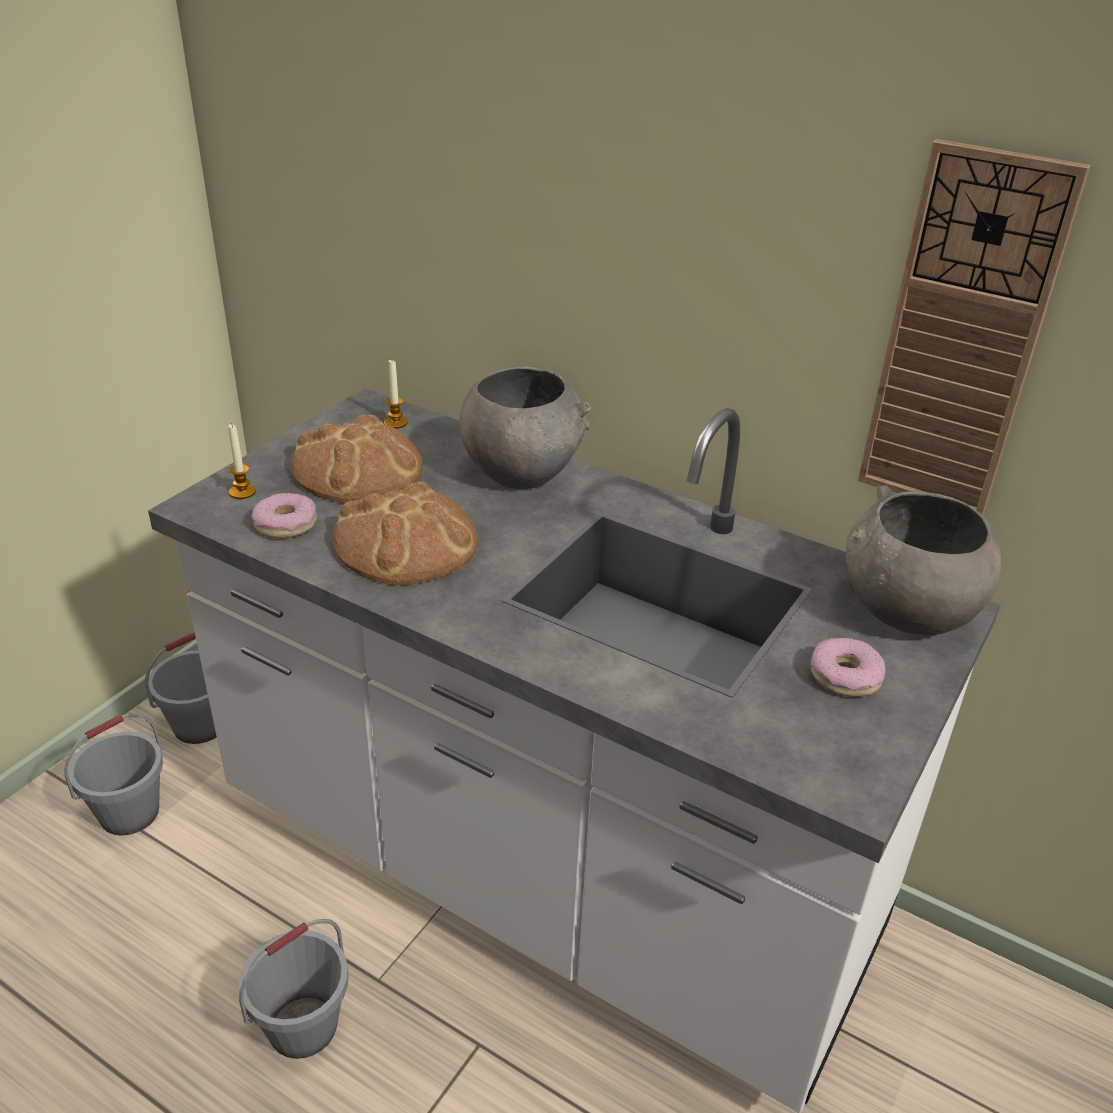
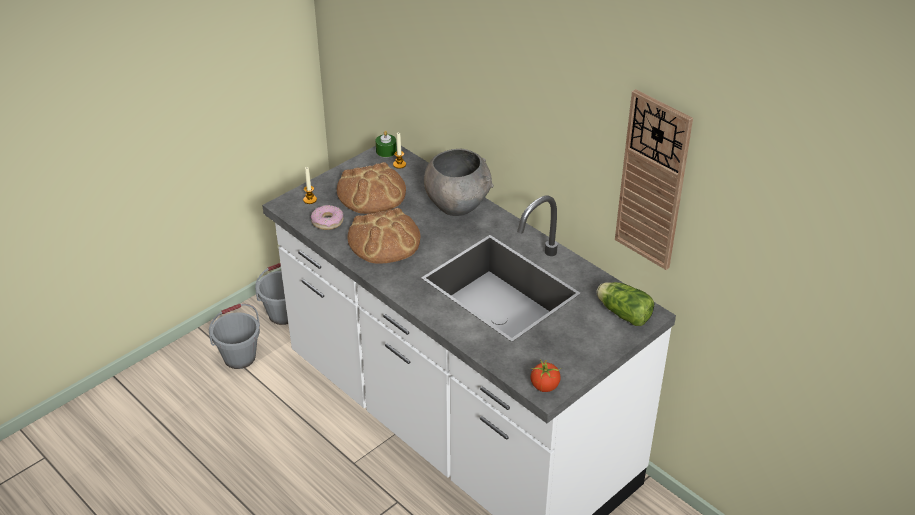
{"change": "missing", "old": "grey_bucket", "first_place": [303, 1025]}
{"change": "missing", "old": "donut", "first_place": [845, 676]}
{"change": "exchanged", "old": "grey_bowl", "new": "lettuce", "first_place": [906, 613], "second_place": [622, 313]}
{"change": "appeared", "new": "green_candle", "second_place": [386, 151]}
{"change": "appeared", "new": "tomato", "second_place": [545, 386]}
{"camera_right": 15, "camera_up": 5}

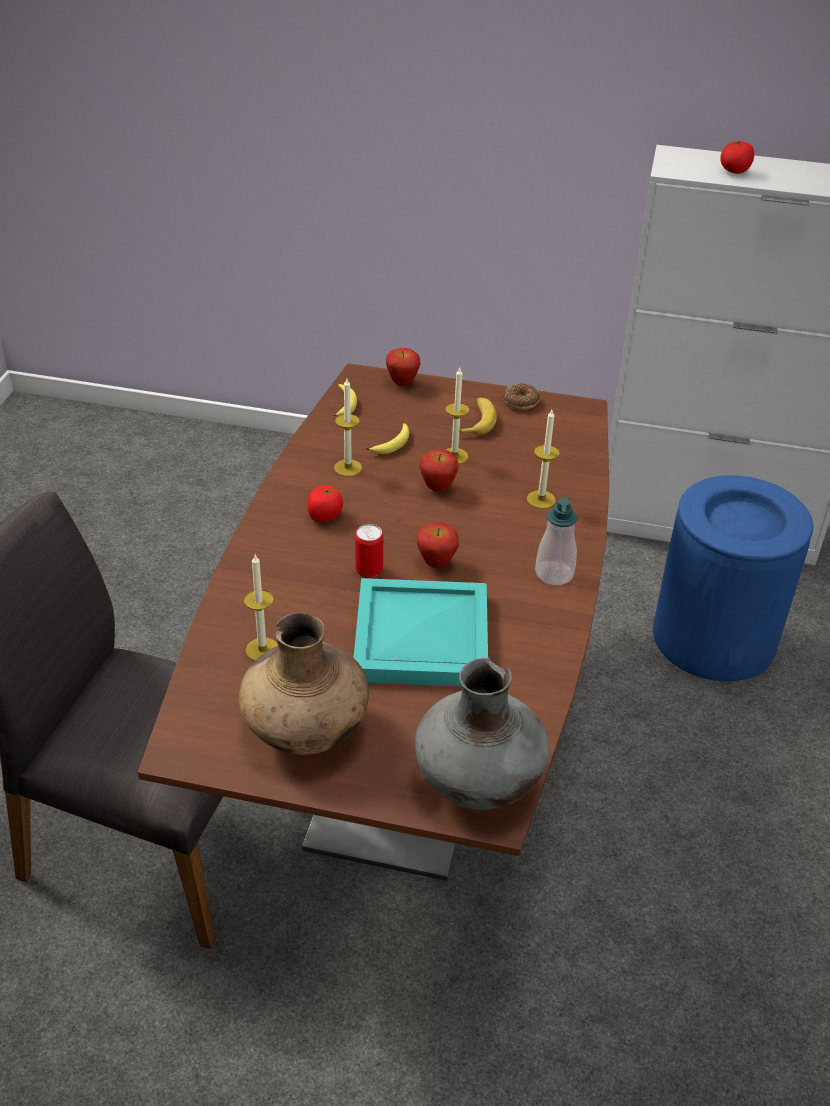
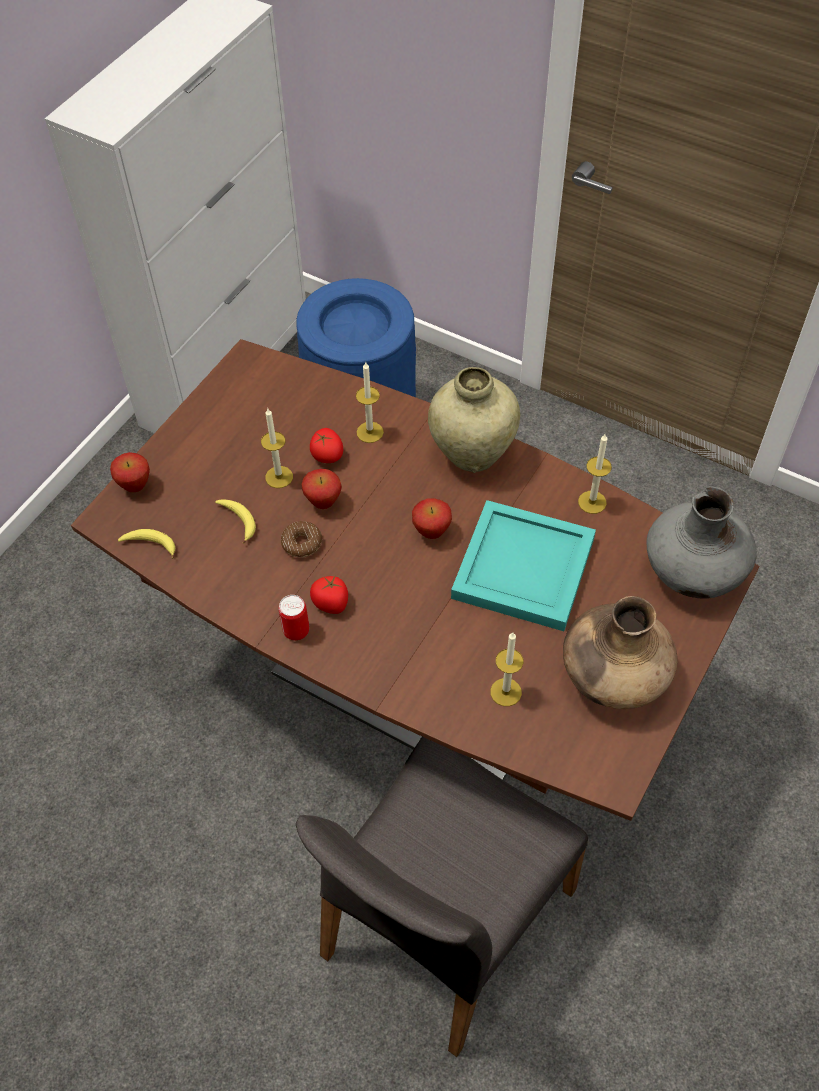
{"change": "relocated", "old": "candle", "first_place": [348, 468], "second_place": [592, 502]}
{"change": "relocated", "old": "can", "first_place": [369, 571], "second_place": [296, 631]}
{"change": "missing", "old": "banana", "first_place": [477, 421]}
{"change": "relocated", "old": "donut", "first_place": [521, 402], "second_place": [302, 543]}
{"change": "exchanged", "old": "soap_dispenser", "new": "beige_vase", "first_place": [554, 574], "second_place": [472, 454]}
{"change": "relocated", "old": "tomato", "first_place": [734, 171], "second_place": [327, 455]}
{"camera_right": -70, "camera_up": 15}

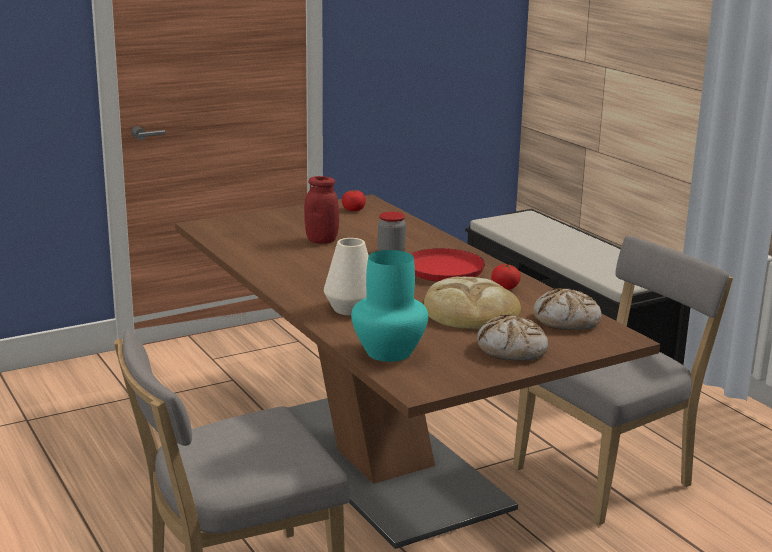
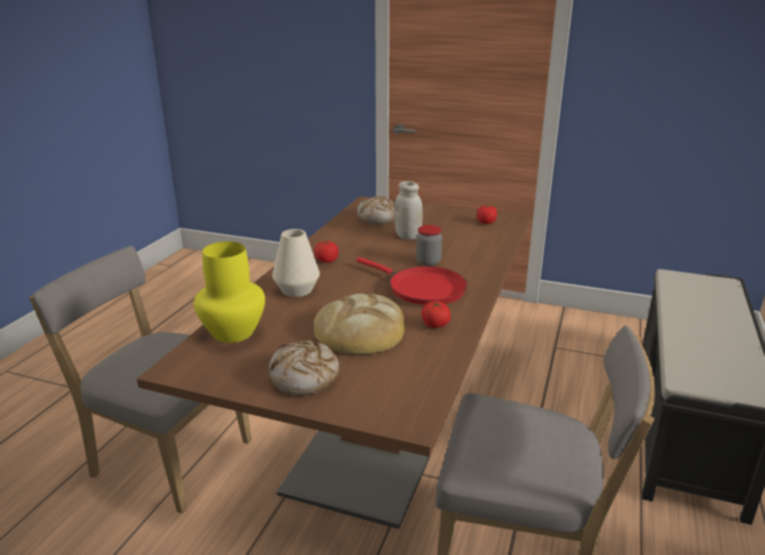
{"change": "colour", "old": "red_jar", "new": "white_jar", "first_place": [321, 240], "second_place": [408, 236]}
{"change": "colour", "old": "turquoise_vase", "new": "yellow_vase", "first_place": [388, 352], "second_place": [234, 332]}
{"change": "relocated", "old": "bread", "first_place": [566, 321], "second_place": [378, 218]}
{"change": "appeared", "new": "tomato", "second_place": [326, 260]}
{"camera_right": 50, "camera_up": 5}

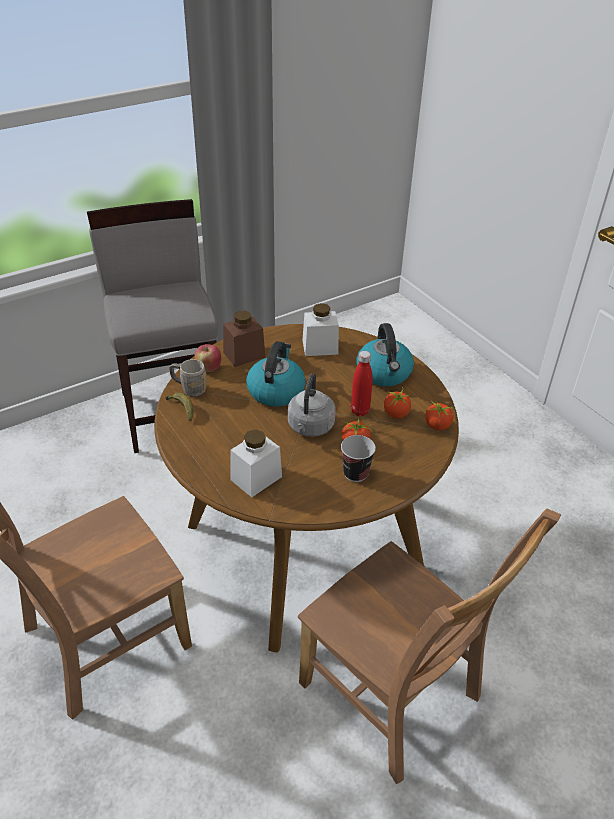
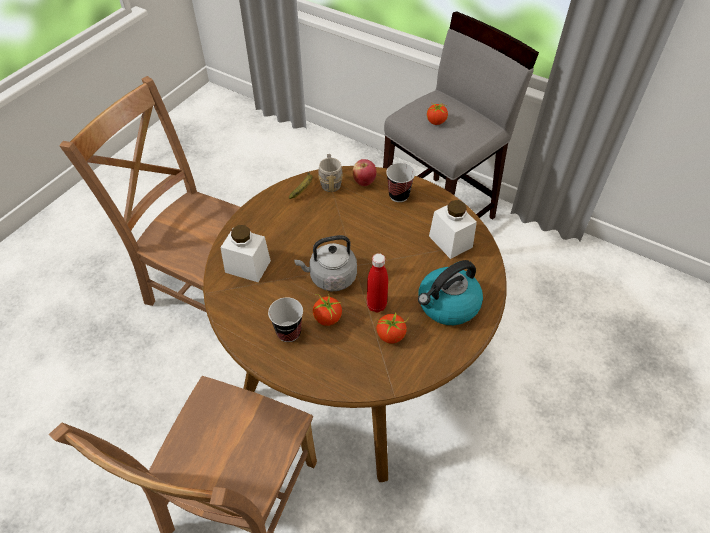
{"change": "exchanged", "old": "brown_jar", "new": "cup", "first_place": [244, 354], "second_place": [399, 195]}
{"change": "missing", "old": "kettle", "first_place": [276, 390]}
{"change": "relocated", "old": "tomato", "first_place": [437, 426], "second_place": [436, 122]}
{"camera_right": 65, "camera_up": 10}

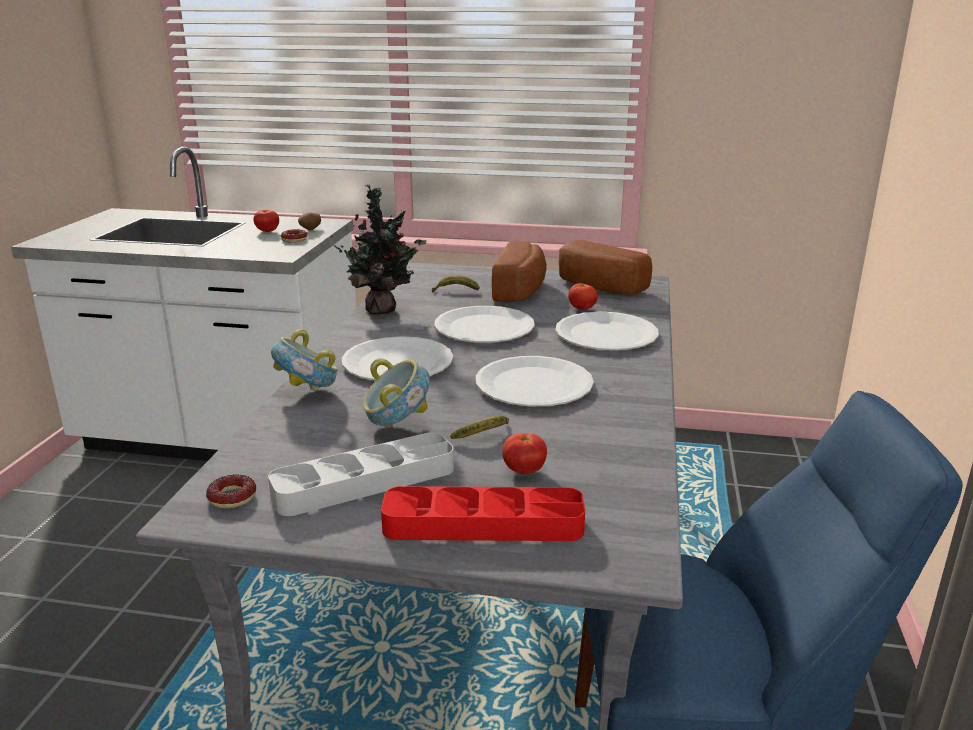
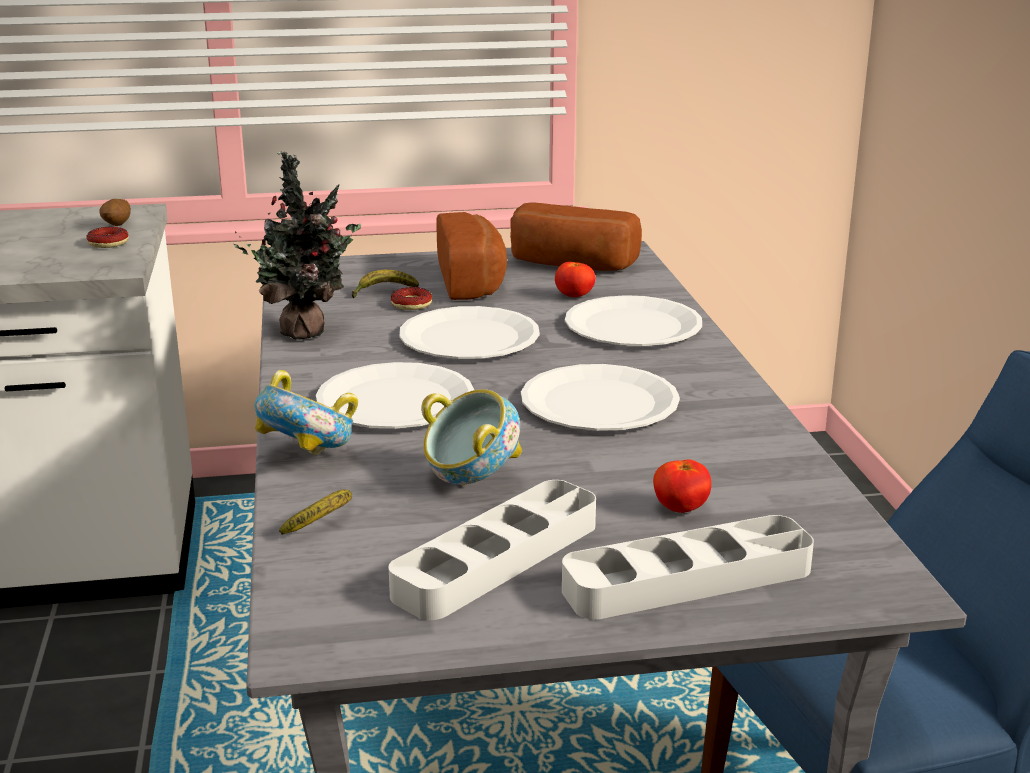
{"change": "relocated", "old": "donut", "first_place": [232, 497], "second_place": [411, 304]}
{"change": "missing", "old": "tomato", "first_place": [267, 231]}
{"change": "colour", "old": "red_tray", "new": "grey_tray", "first_place": [483, 524], "second_place": [687, 579]}
{"change": "relocated", "old": "banana", "first_place": [484, 435], "second_place": [324, 521]}
{"camera_right": -20, "camera_up": 0}

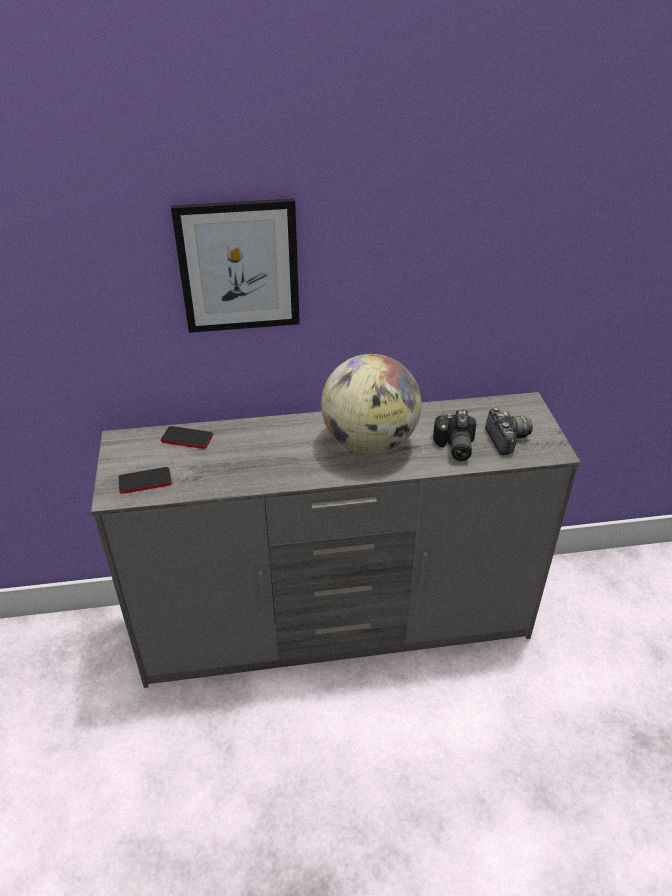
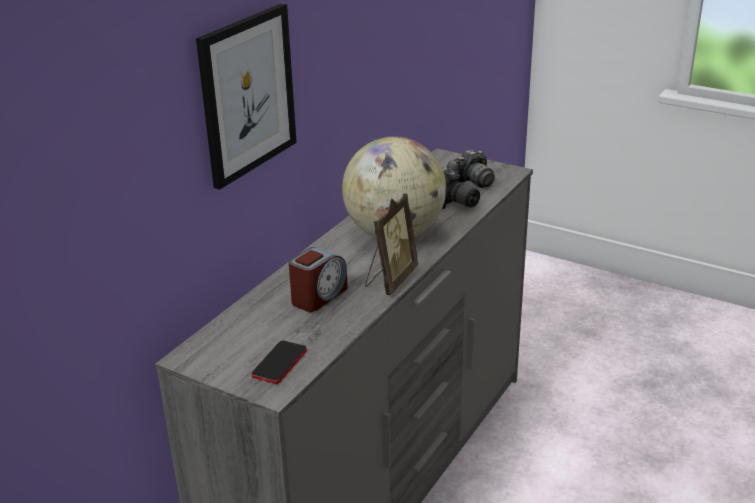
{"change": "missing", "old": "phone", "first_place": [187, 438]}
{"change": "spun", "old": "photo_camera", "first_place": [506, 439], "second_place": [471, 182], "degrees": 120}
{"change": "appeared", "new": "alarm_clock", "second_place": [318, 296]}
{"change": "appeared", "new": "picture_frame", "second_place": [390, 279]}
{"camera_right": -50, "camera_up": -10}

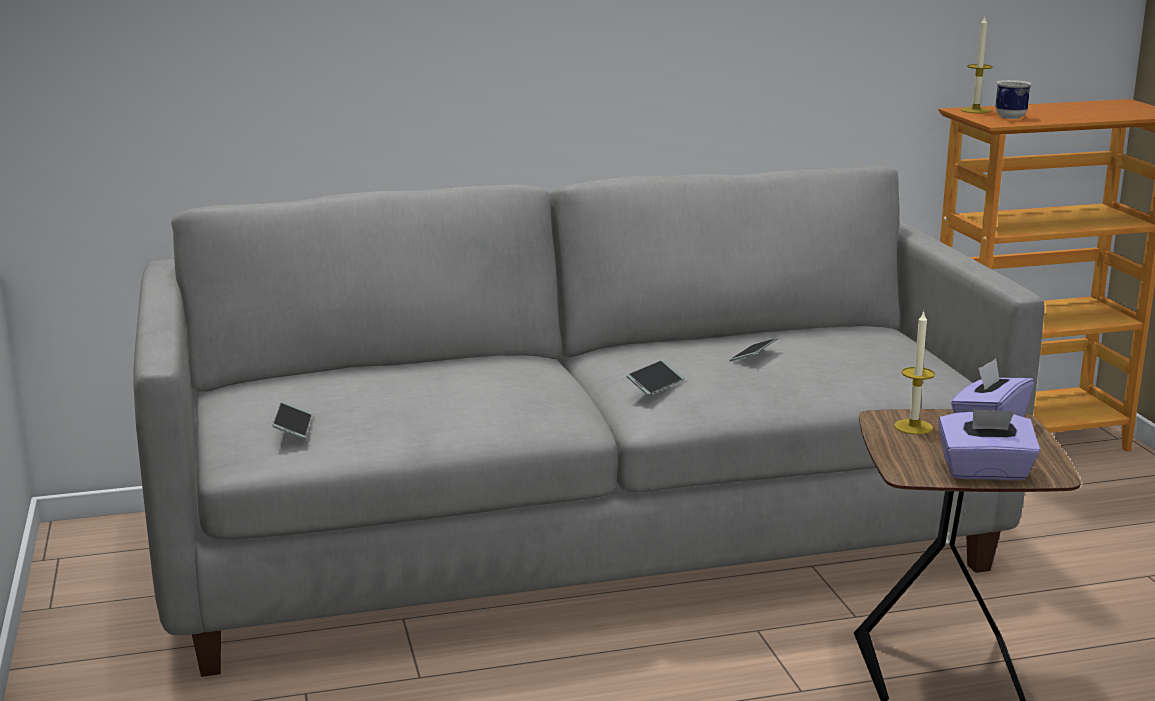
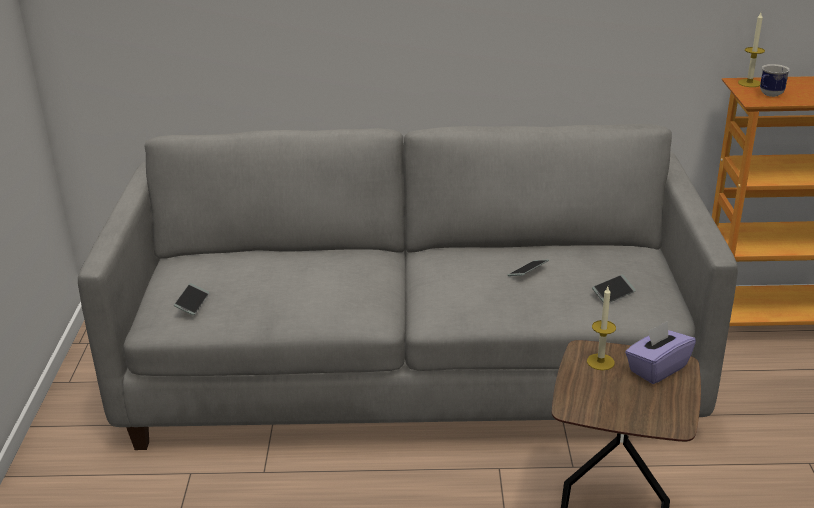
{"change": "relocated", "old": "phone", "first_place": [655, 384], "second_place": [613, 293]}
{"change": "missing", "old": "purple_tissue_box", "first_place": [985, 472]}
{"camera_right": 15, "camera_up": 10}

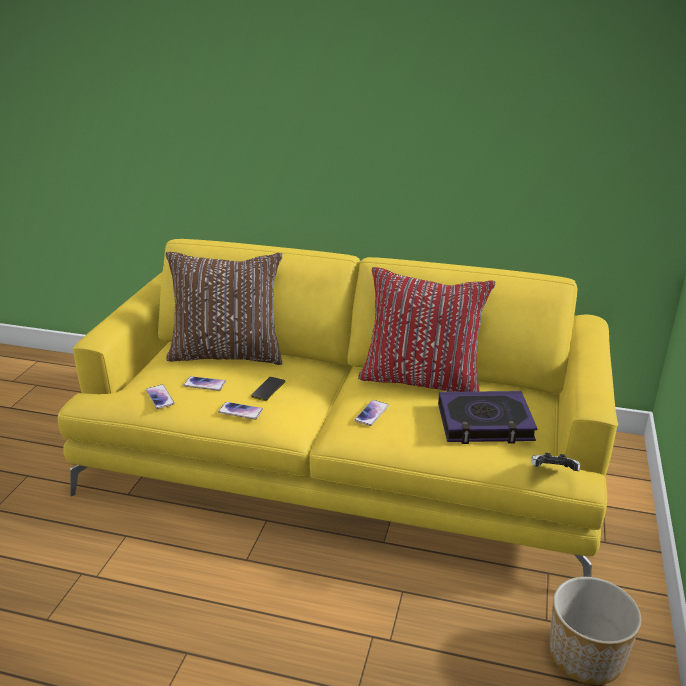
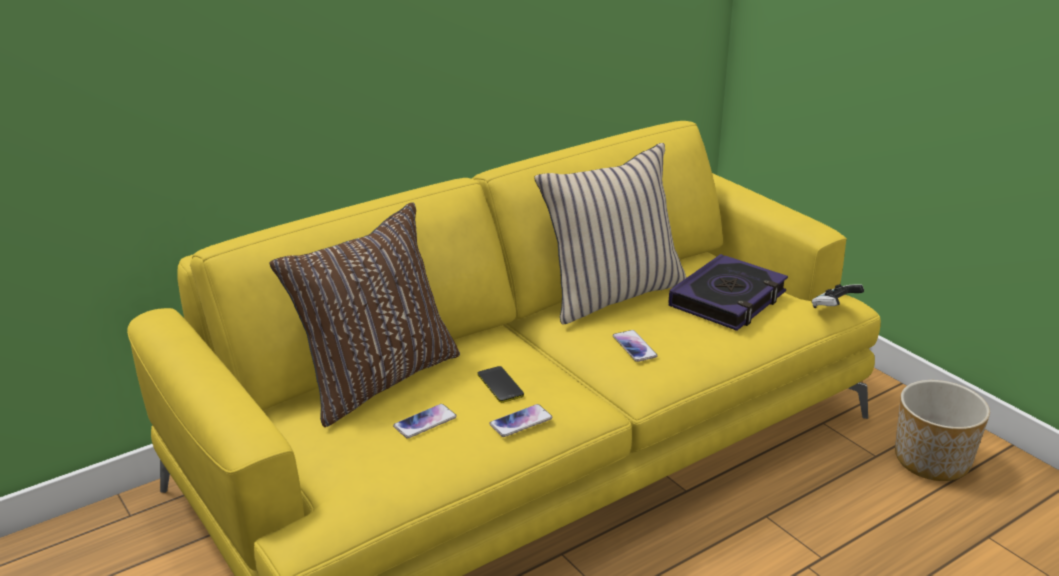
{"change": "missing", "old": "phone", "first_place": [160, 397]}
{"change": "colour", "old": "red_pillow", "new": "beige_pillow", "first_place": [421, 380], "second_place": [611, 294]}
{"camera_right": -50, "camera_up": 0}

